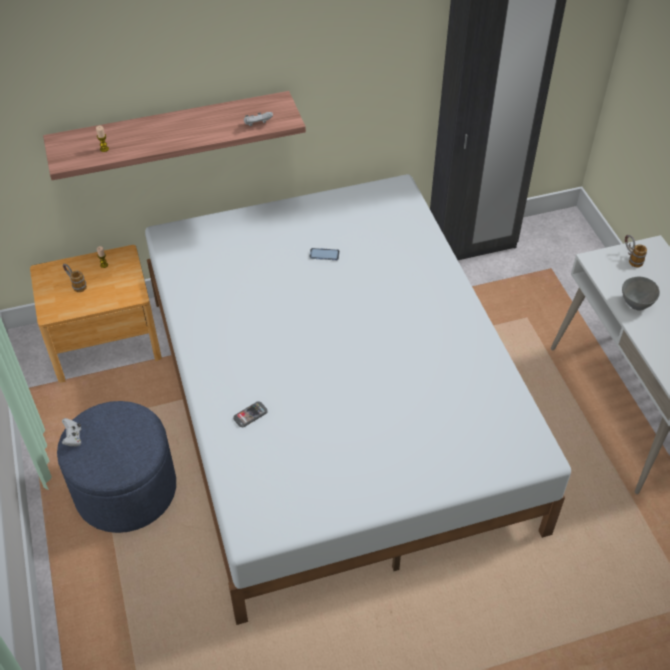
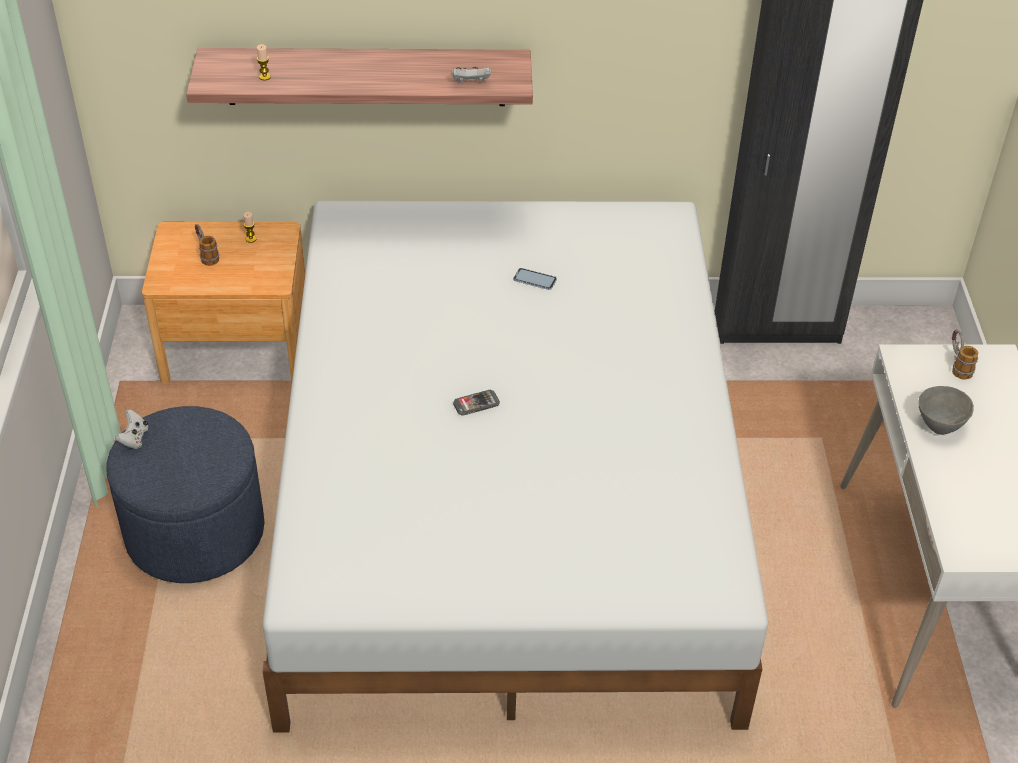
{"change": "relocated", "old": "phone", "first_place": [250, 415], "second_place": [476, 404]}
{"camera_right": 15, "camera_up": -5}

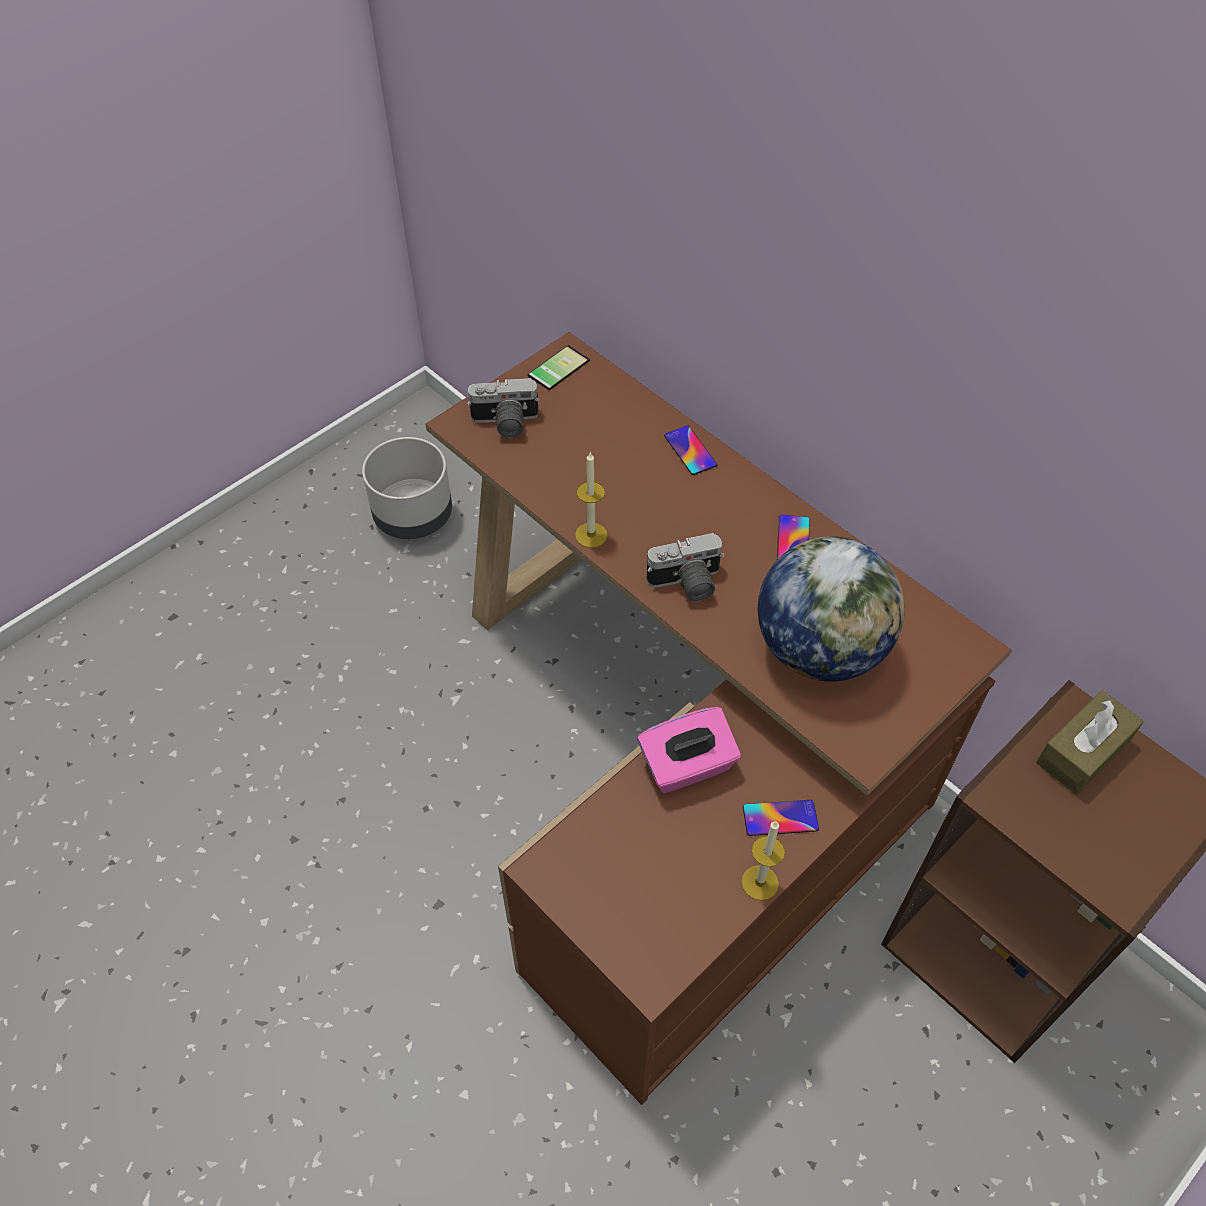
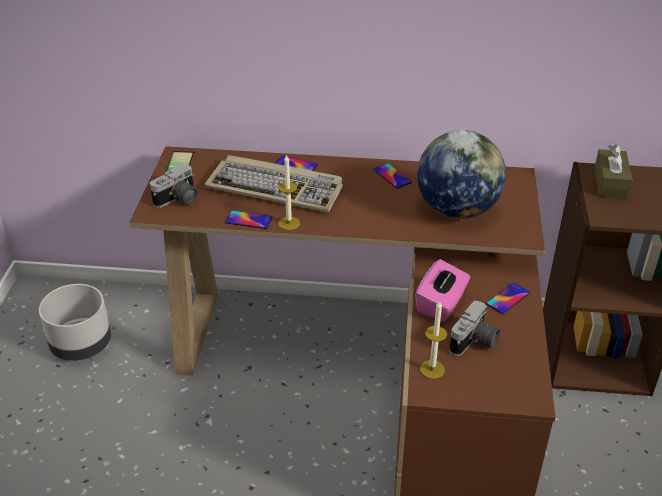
{"change": "relocated", "old": "photo_camera", "first_place": [686, 584], "second_place": [475, 343]}
{"change": "relocated", "old": "candle", "first_place": [760, 882], "second_place": [432, 369]}
{"change": "appeared", "new": "keyboard", "second_place": [276, 188]}
{"change": "appeared", "new": "phone", "second_place": [249, 220]}
{"camera_right": -40, "camera_up": -15}

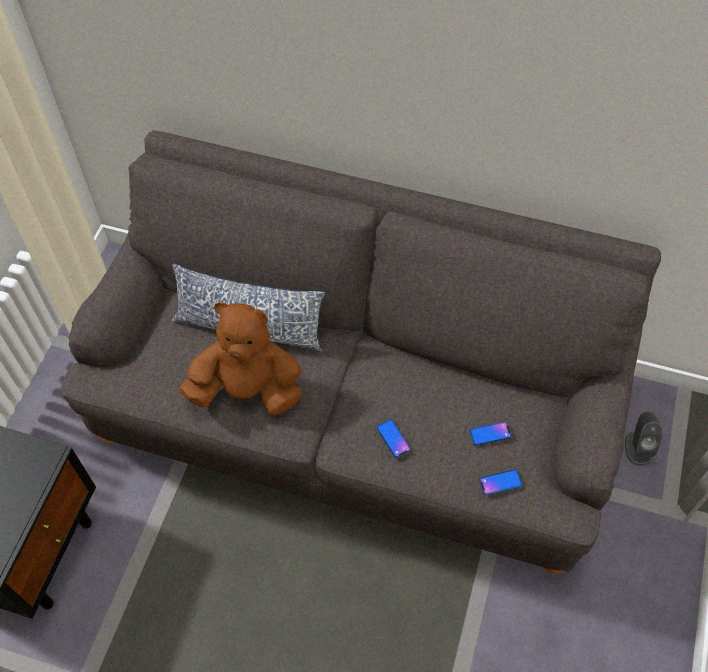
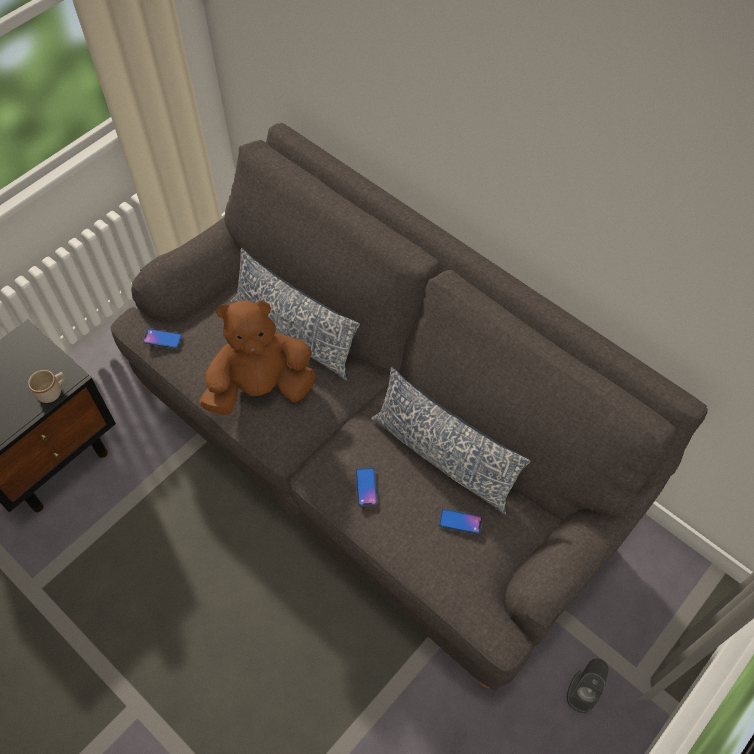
{"change": "spun", "old": "brown_plush_toy", "first_place": [247, 390], "second_place": [260, 388], "degrees": -45}
{"change": "relocated", "old": "phone", "first_place": [500, 482], "second_place": [162, 339]}
{"change": "relocated", "old": "grey_speaker", "first_place": [638, 448], "second_place": [583, 691]}
{"change": "appeared", "new": "beige_mug", "second_place": [53, 391]}
{"change": "appeared", "new": "pillow", "second_place": [443, 457]}
{"camera_right": 25, "camera_up": 0}

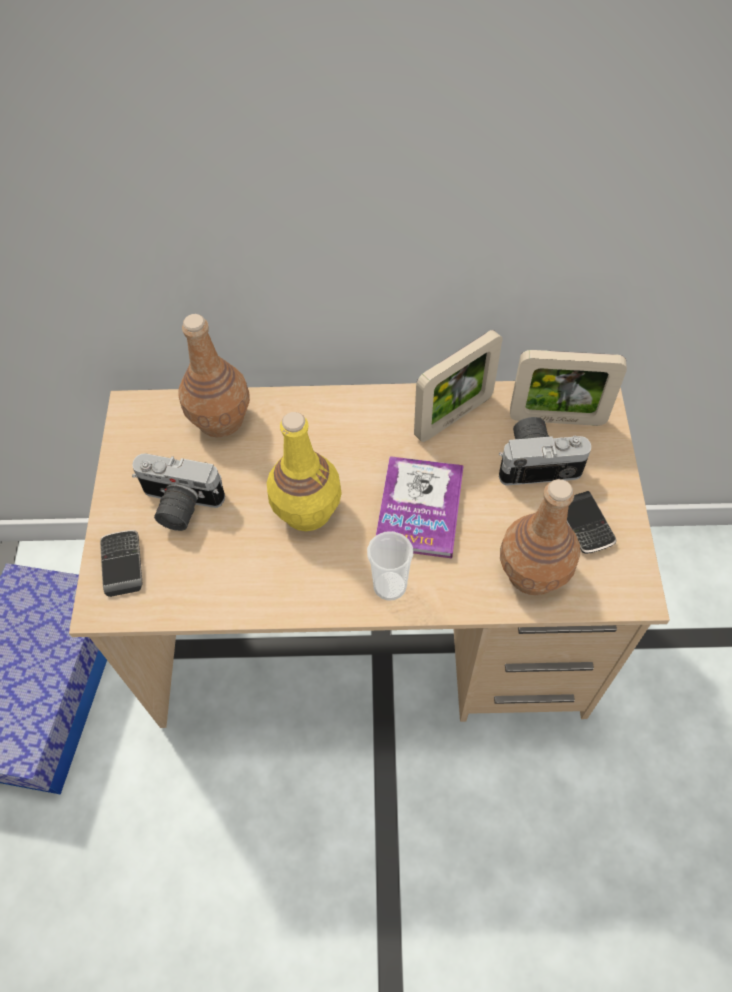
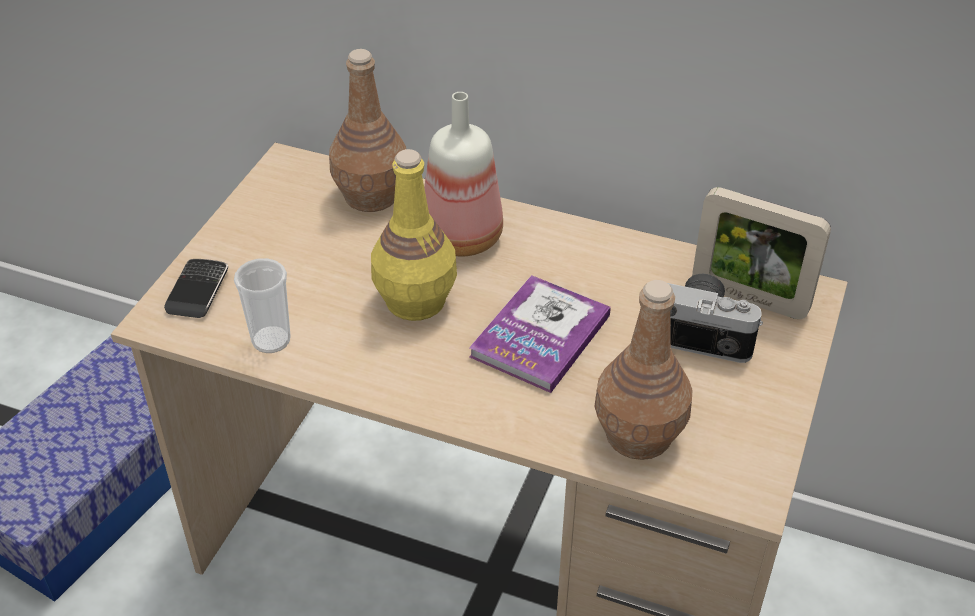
{"change": "missing", "old": "photo_camera", "first_place": [178, 506]}
{"change": "relocated", "old": "cup", "first_place": [389, 586], "second_place": [271, 340]}
{"change": "missing", "old": "picture_frame", "first_place": [453, 417]}
{"change": "missing", "old": "phone", "first_place": [584, 524]}
{"change": "appeared", "new": "bottle", "second_place": [463, 239]}
{"camera_right": 20, "camera_up": -15}

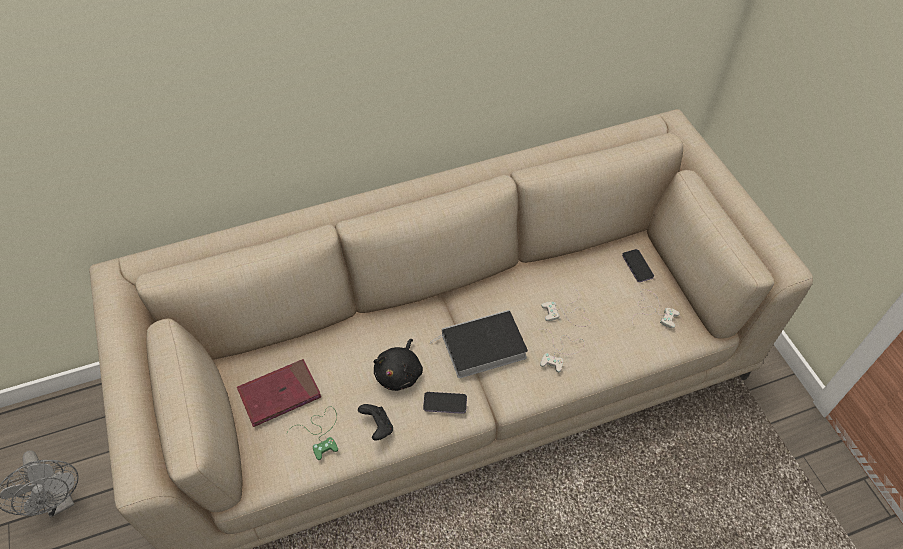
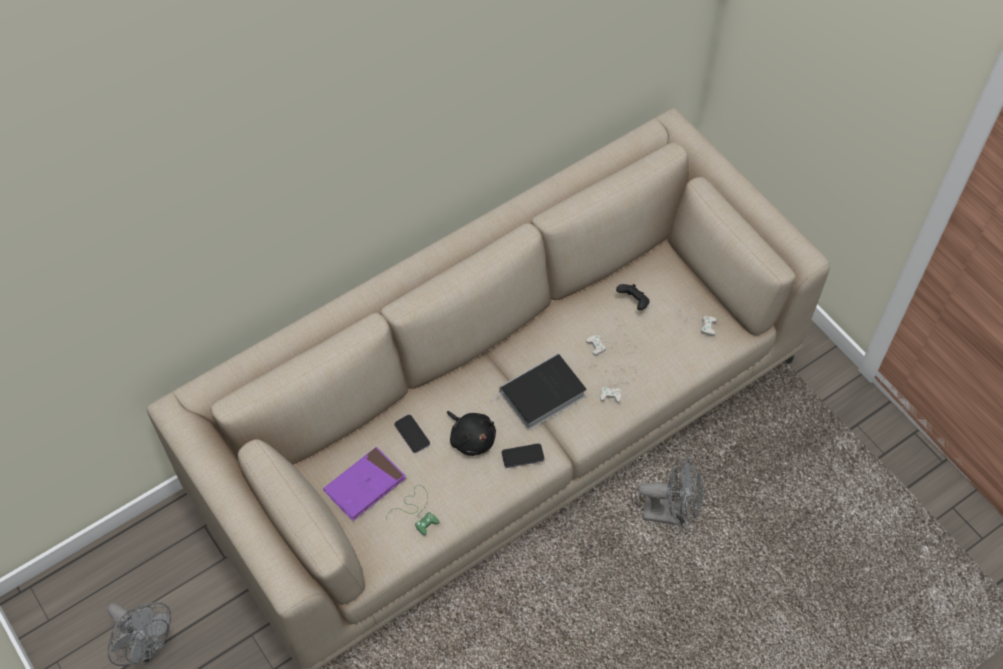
{"change": "colour", "old": "red_book", "new": "purple_book", "first_place": [279, 394], "second_place": [365, 485]}
{"change": "relocated", "old": "black_game_controller", "first_place": [378, 427], "second_place": [633, 302]}
{"change": "spun", "old": "black_plush_toy", "first_place": [400, 373], "second_place": [471, 438], "degrees": -45}
{"change": "relocated", "old": "phone", "first_place": [637, 266], "second_place": [412, 434]}
{"change": "appeared", "new": "grey_fan", "second_place": [670, 513]}
{"camera_right": -15, "camera_up": 5}

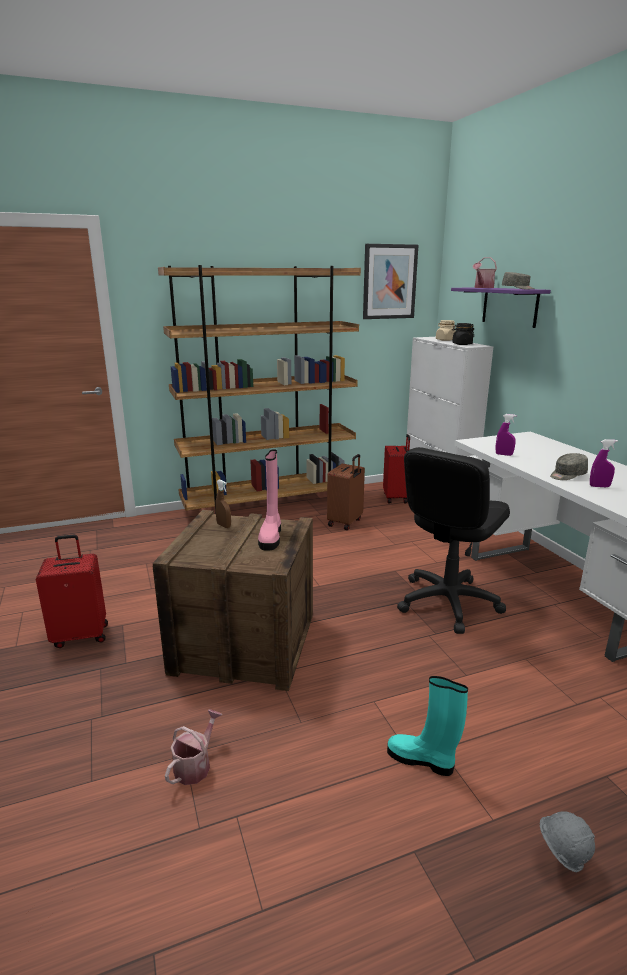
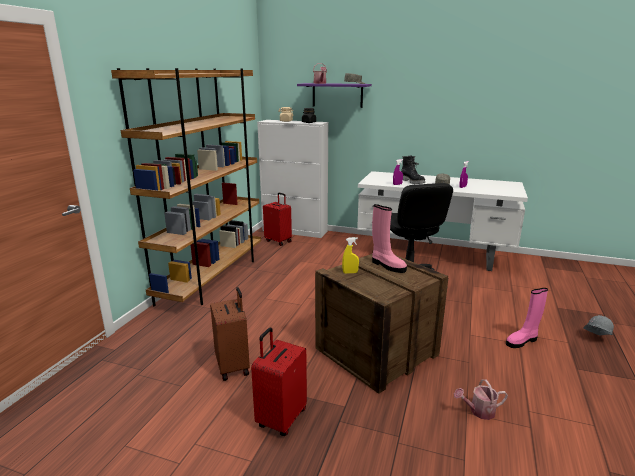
{"change": "spun", "old": "watering_can", "first_place": [195, 765], "second_place": [479, 411], "degrees": -75}
{"change": "colour", "old": "brown_spray_bottle", "new": "yellow_spray_bottle", "first_place": [224, 525], "second_place": [350, 272]}
{"change": "relocated", "old": "brown_suitcase", "first_place": [346, 522], "second_place": [233, 366]}
{"change": "missing", "old": "picture", "first_place": [389, 282]}
{"change": "colour", "old": "turquoise_boot", "new": "pink_boot", "first_place": [422, 760], "second_place": [522, 341]}
{"change": "appeared", "new": "black_boot", "second_place": [412, 182]}
{"camera_right": -50, "camera_up": 0}

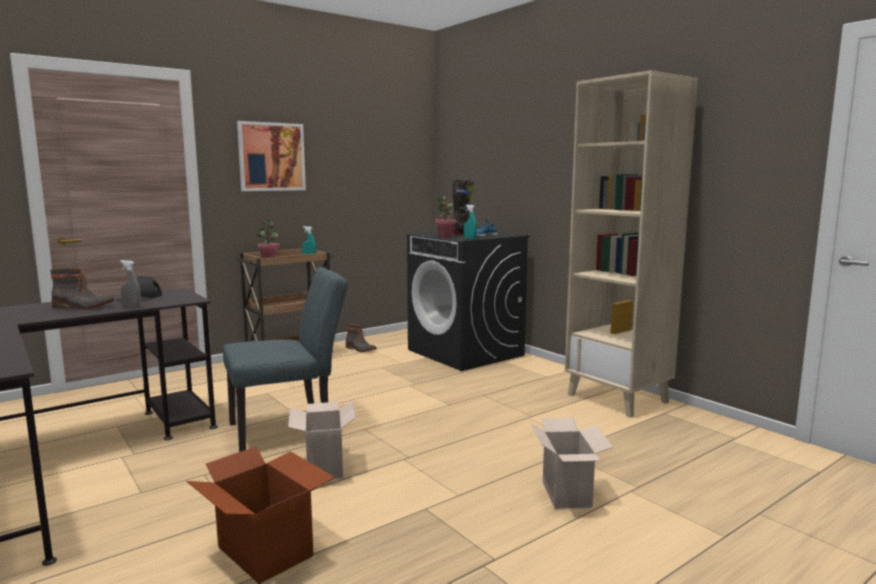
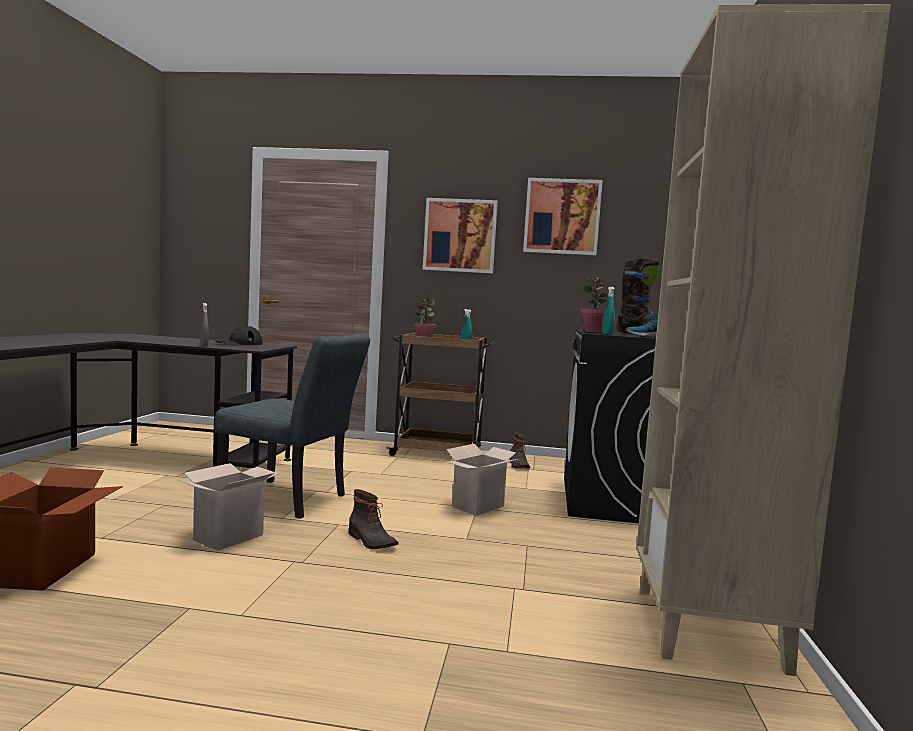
{"change": "relocated", "old": "boot", "first_place": [82, 307], "second_place": [370, 541]}
{"change": "relocated", "old": "cardboard_box", "first_place": [568, 495], "second_place": [478, 507]}
{"change": "appeared", "new": "picture", "second_place": [562, 217]}
{"camera_right": 45, "camera_up": -5}

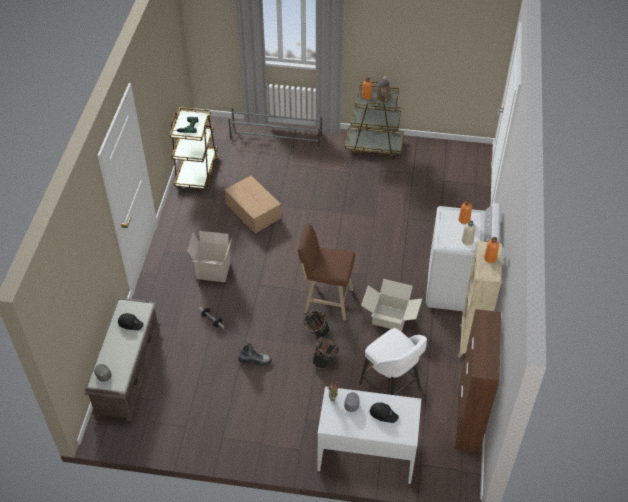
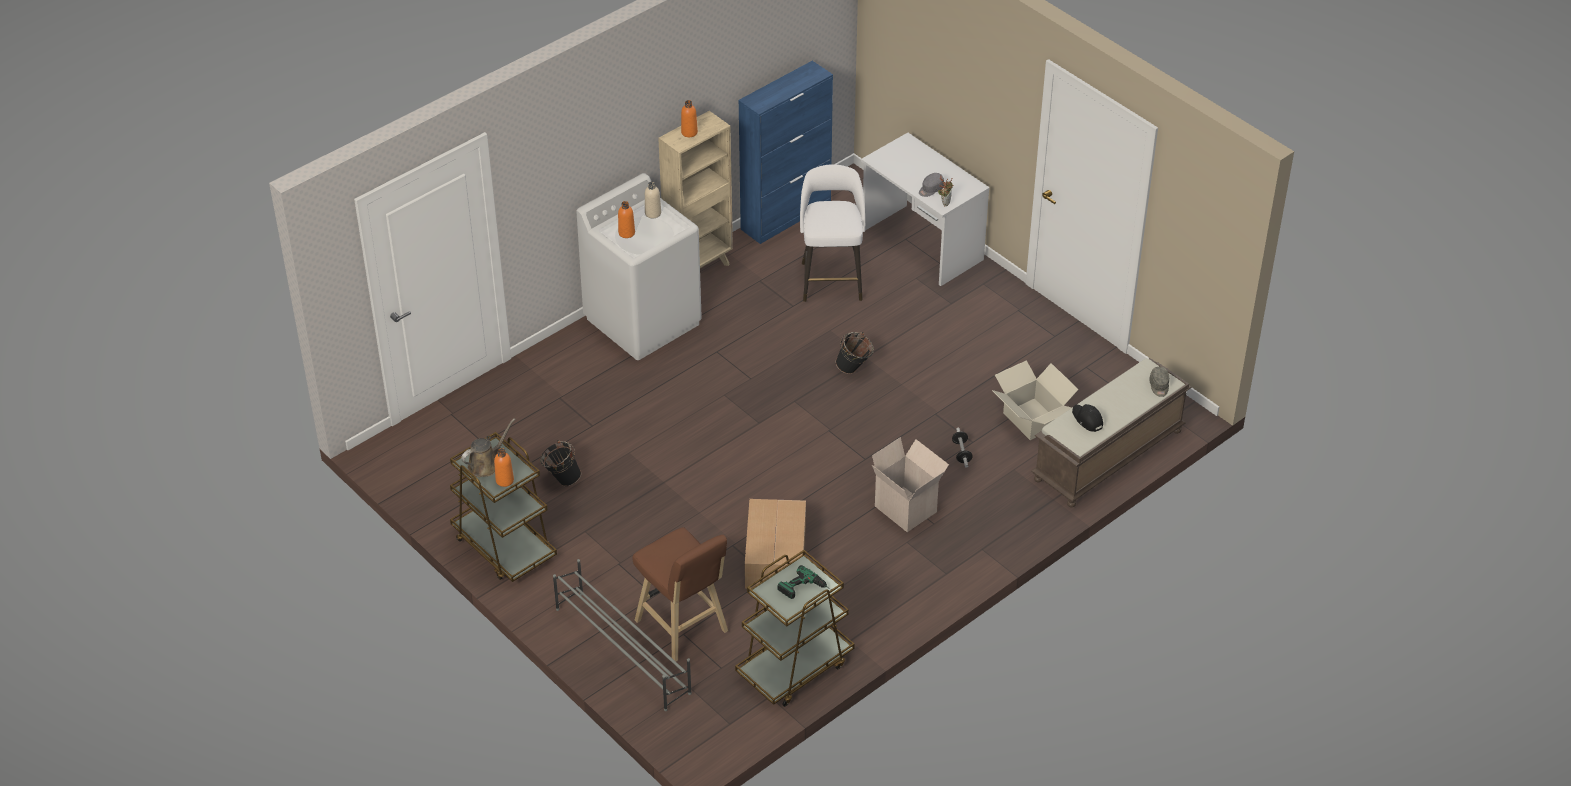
{"change": "missing", "old": "boot", "first_place": [255, 360]}
{"change": "relocated", "old": "brown_stool", "first_place": [326, 300], "second_place": [683, 629]}
{"change": "relocated", "old": "black_bucket", "first_place": [325, 361], "second_place": [561, 479]}
{"change": "relocated", "old": "cardboard_box", "first_place": [390, 317], "second_place": [1032, 419]}
{"change": "missing", "old": "black_cap", "first_place": [383, 414]}
{"change": "colour", "old": "brown_cabinet", "new": "blue_cabinet", "first_place": [468, 417], "second_place": [786, 216]}
{"camera_right": -140, "camera_up": -5}

